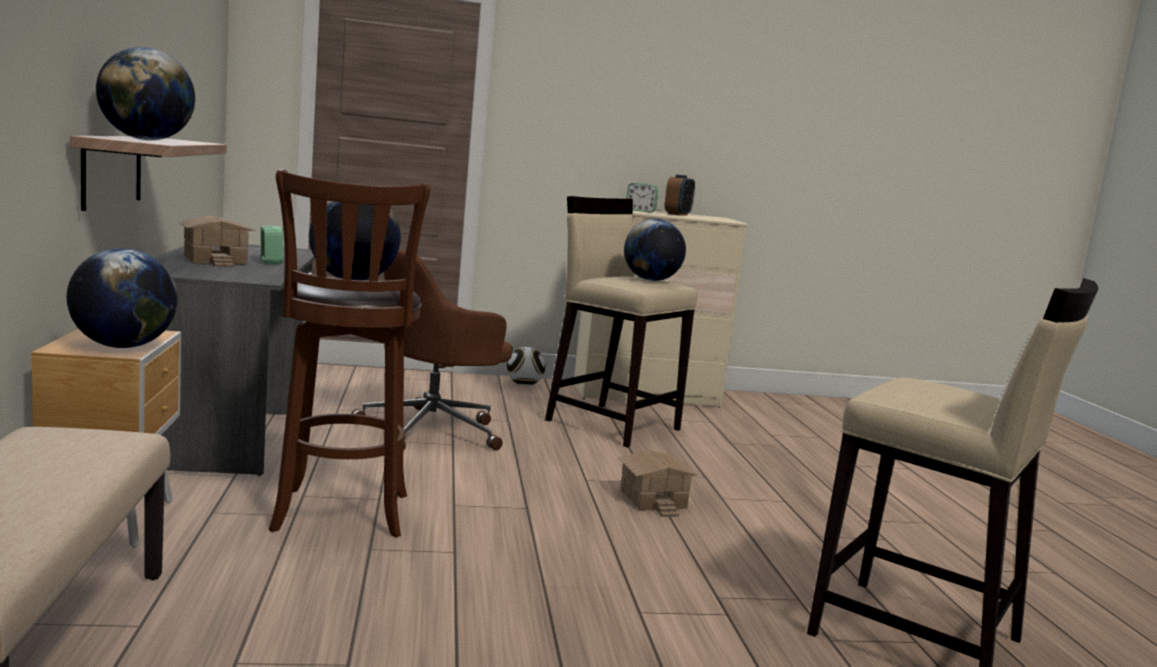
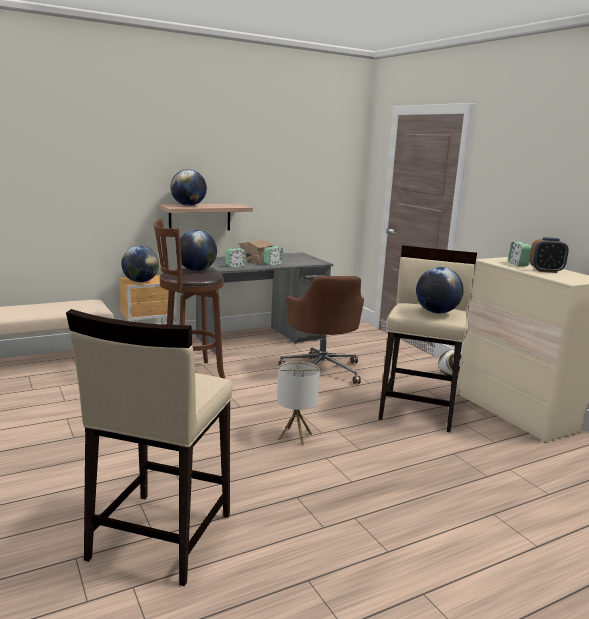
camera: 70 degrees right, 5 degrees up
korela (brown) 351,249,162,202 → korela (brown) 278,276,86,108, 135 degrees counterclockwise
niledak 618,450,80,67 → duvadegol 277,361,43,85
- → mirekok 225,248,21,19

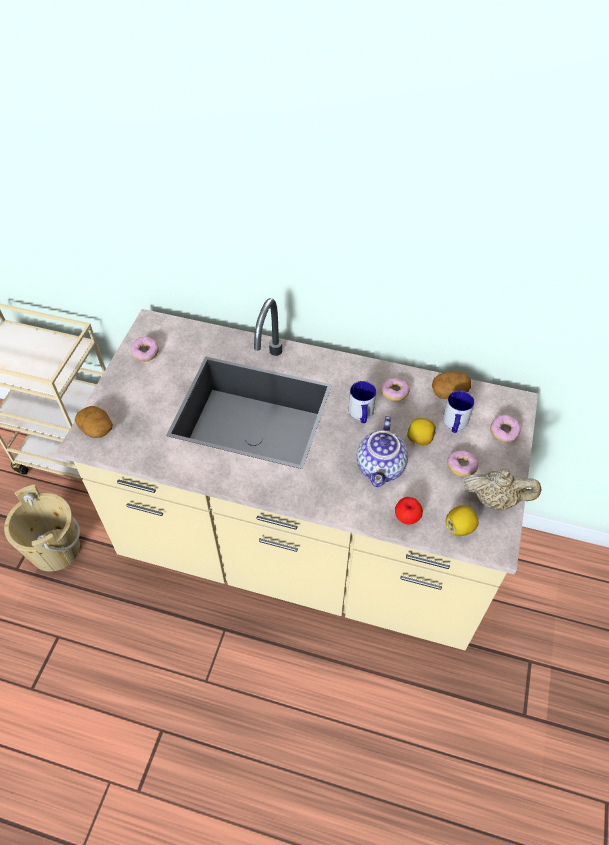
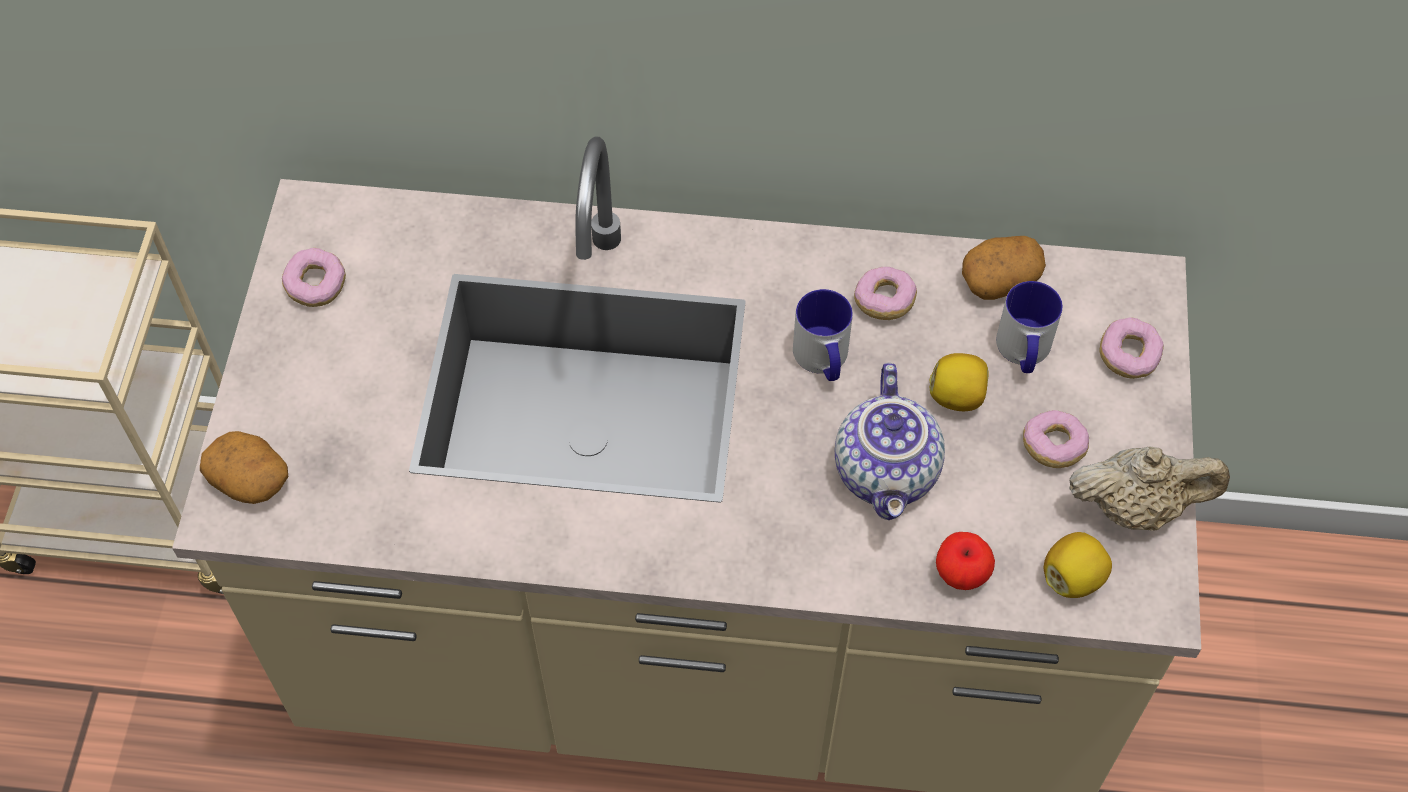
camera: 10 degrees left, 5 degrees up
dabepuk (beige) 4,484,76,88 → -

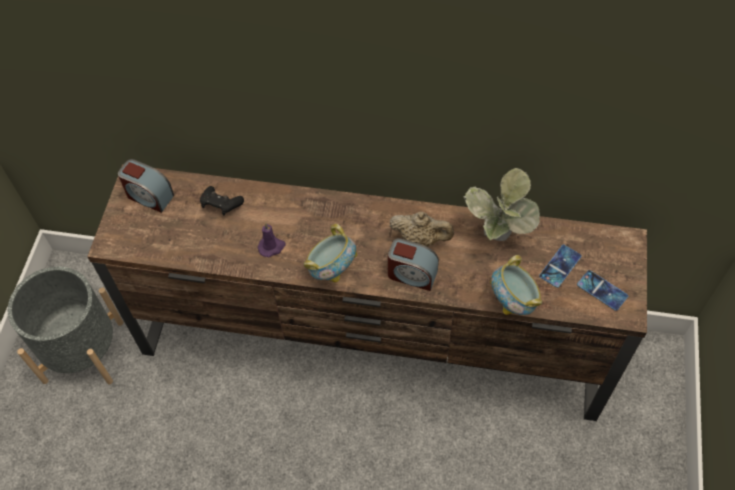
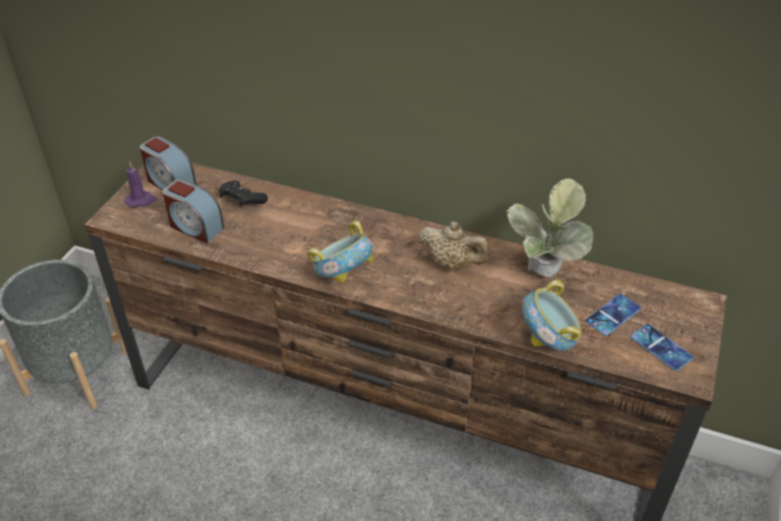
camera: 10 degrees right, 15 degrees down
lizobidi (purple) 258,223,28,34 → lizobidi (purple) 125,161,31,46, relocated
mirekok 388,238,51,53 → mirekok 163,179,61,64, relocated

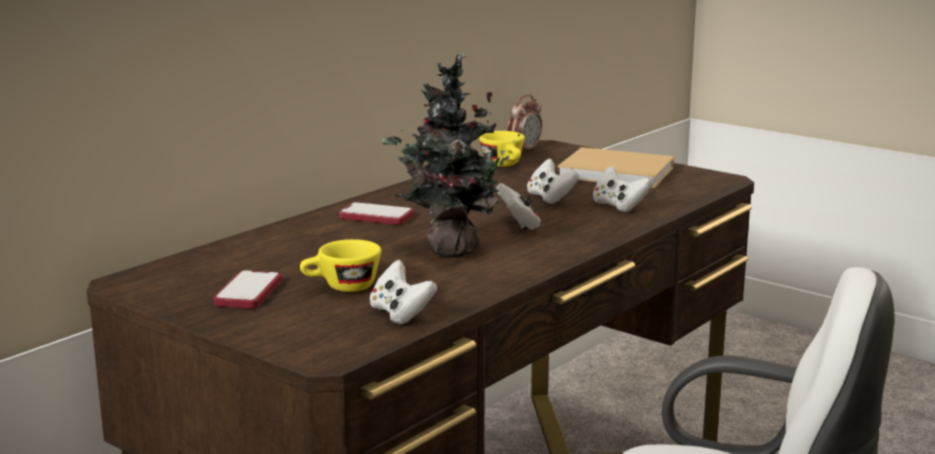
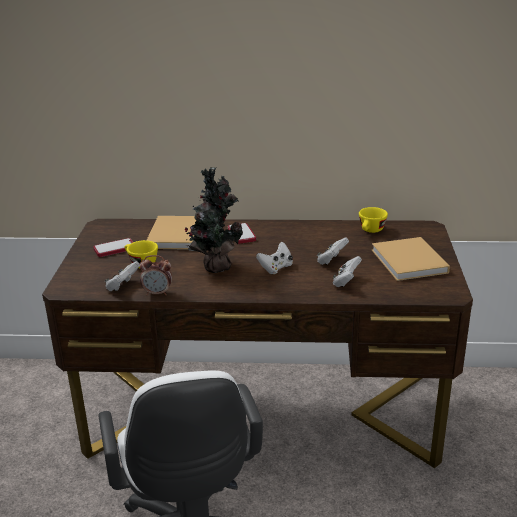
camera: 55 degrees right, 10 degrees up
mirekok 507,95,35,59 → mirekok 140,255,32,40, relocated
- → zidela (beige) 147,216,50,34

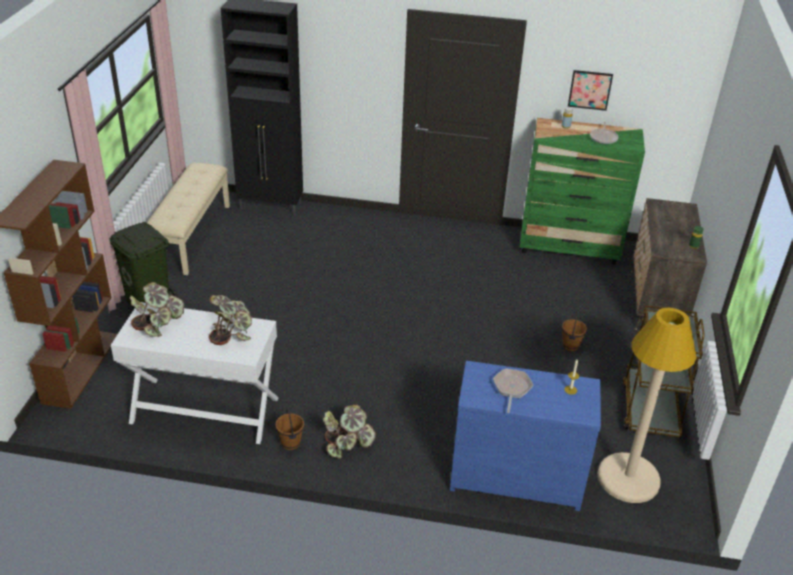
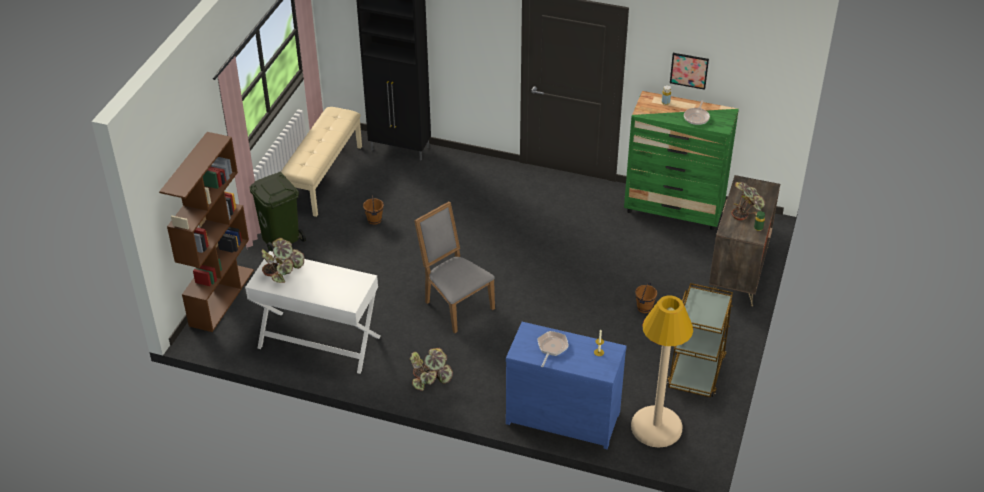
camera: 10 degrees right, 5 degrees up
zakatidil 209,295,43,50 → zakatidil 731,182,34,39, relocated
dabepuk (brown) 276,410,28,40 → dabepuk (brown) 363,195,21,30, relocated
- → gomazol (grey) 414,201,81,132

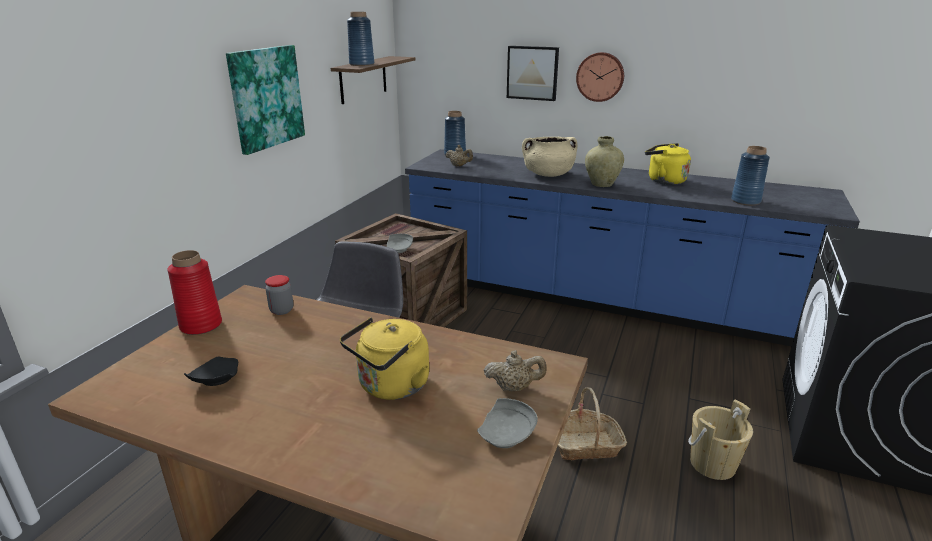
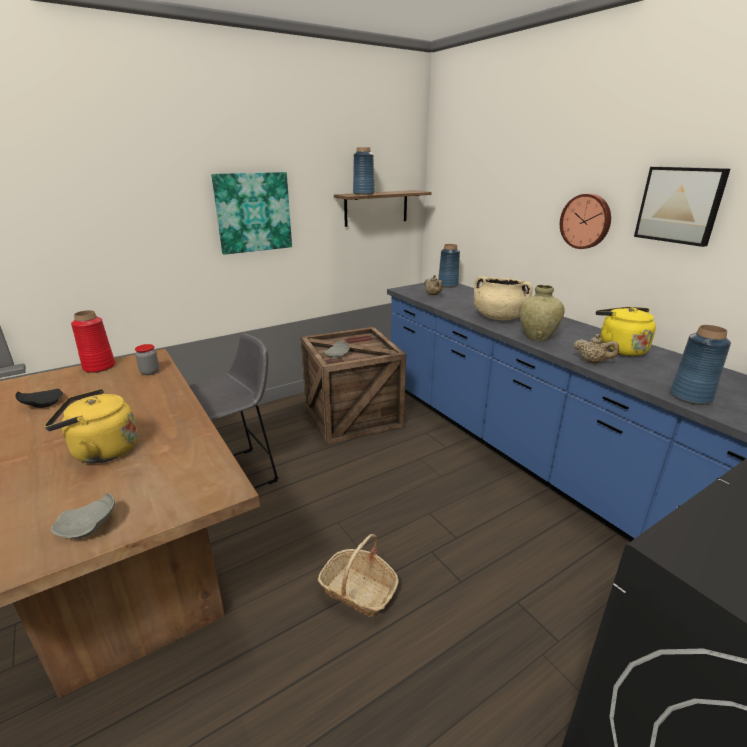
camera: 35 degrees right, 0 degrees up
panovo 507,46,52,55 → panovo 634,167,96,80, relocated
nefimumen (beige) 484,350,63,41 → nefimumen (beige) 573,334,46,29, relocated
dabepuk (beige) 688,400,65,80 → -

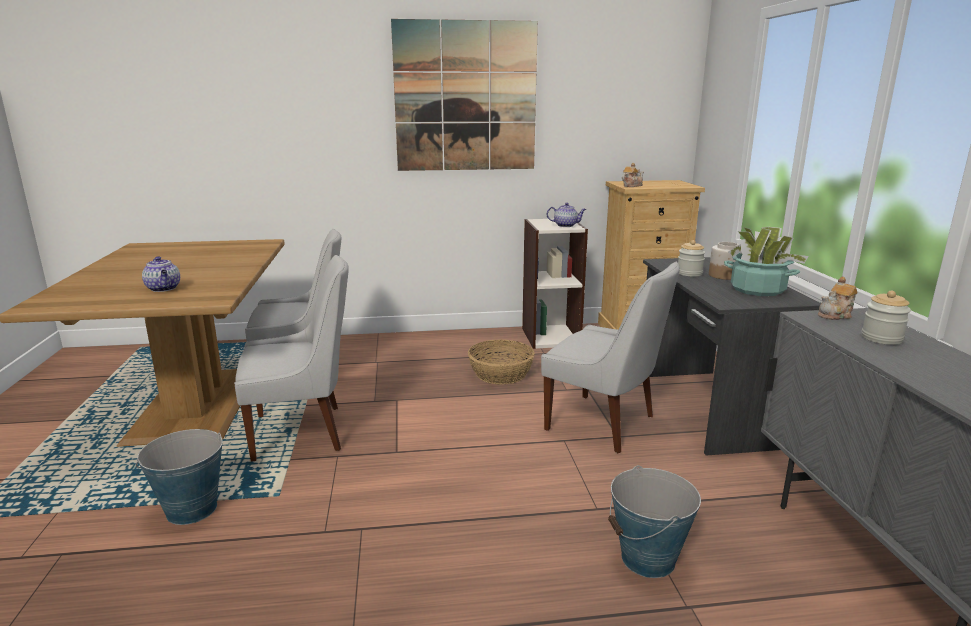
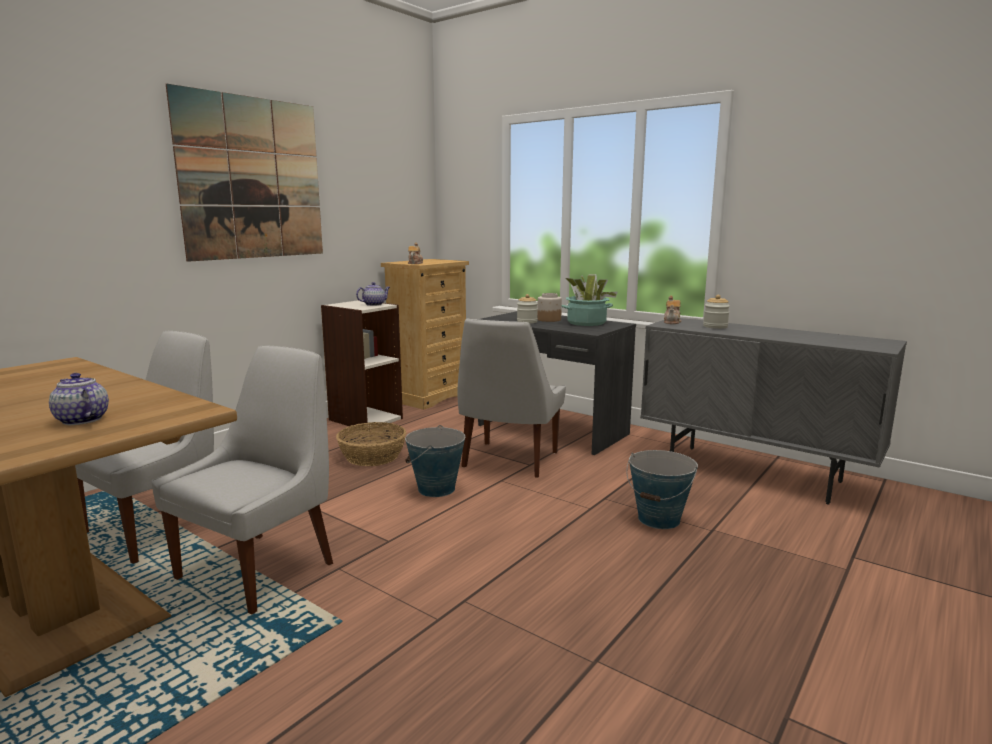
camera: 45 degrees left, 5 degrees down
nefimumen 142,256,38,36 → nefimumen 49,373,60,52, 150 degrees counterclockwise
gomazol (white) 541,262,139,191 → gomazol (white) 457,319,109,159, 120 degrees clockwise
dabepuk 136,429,87,96 → dabepuk 405,425,60,72, relocated

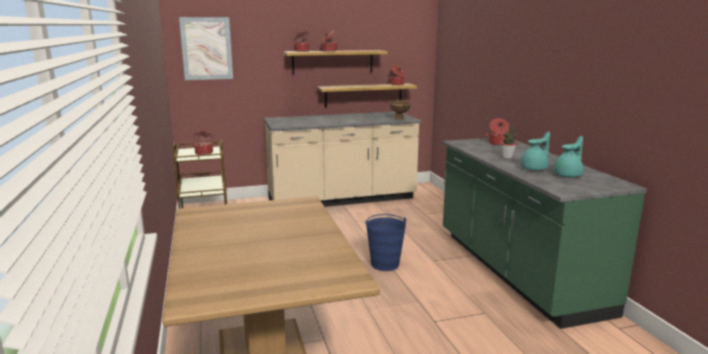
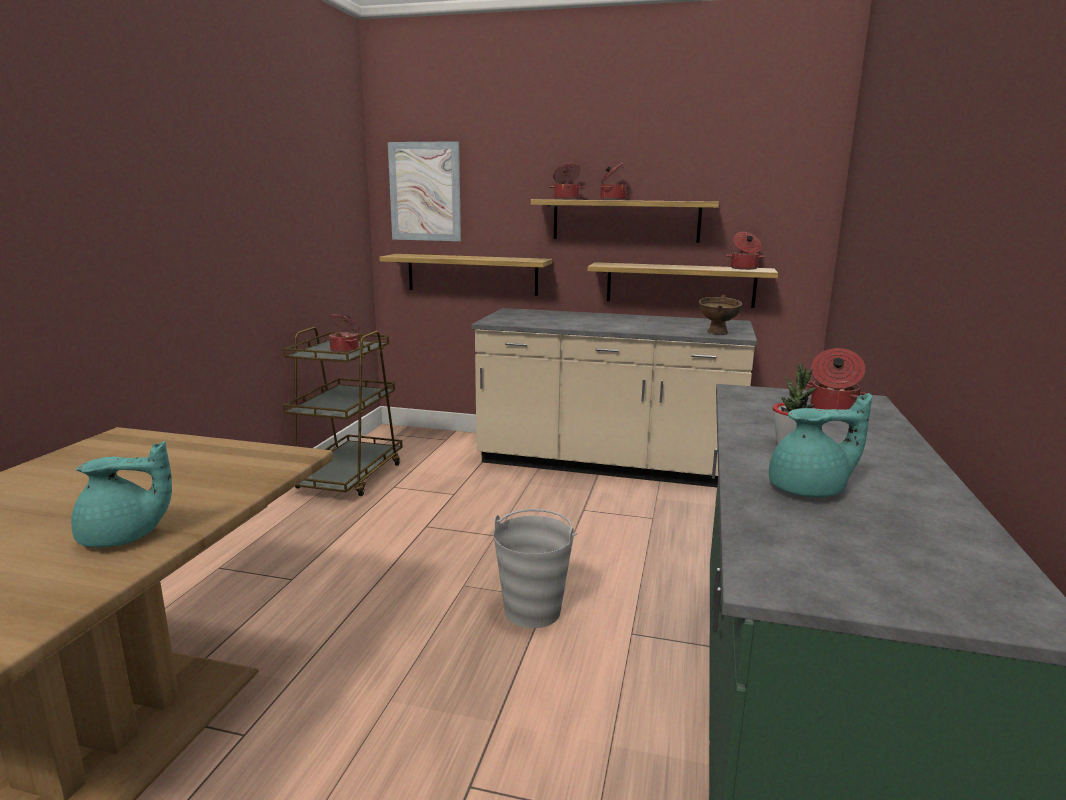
camera: 30 degrees right, 0 degrees up
nefimumen (turquoise) 554,136,30,41 → nefimumen (turquoise) 71,441,101,106, relocated
dabepuk (blue) 364,214,43,57 → dabepuk (grey) 494,509,83,119
- → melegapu 380,254,172,42

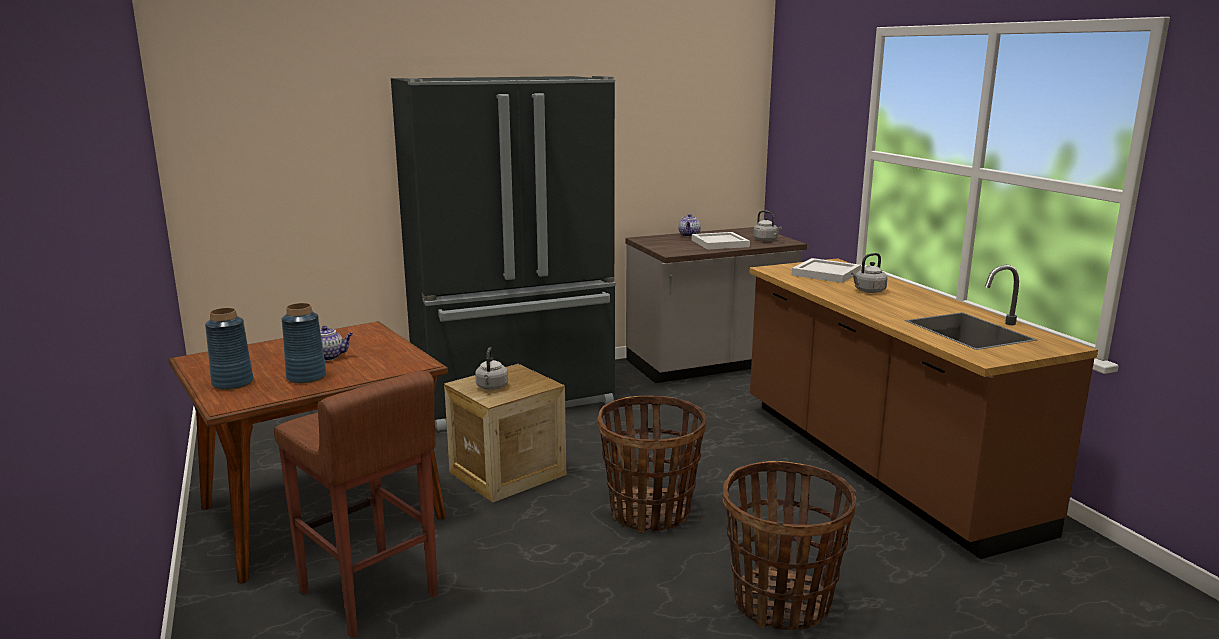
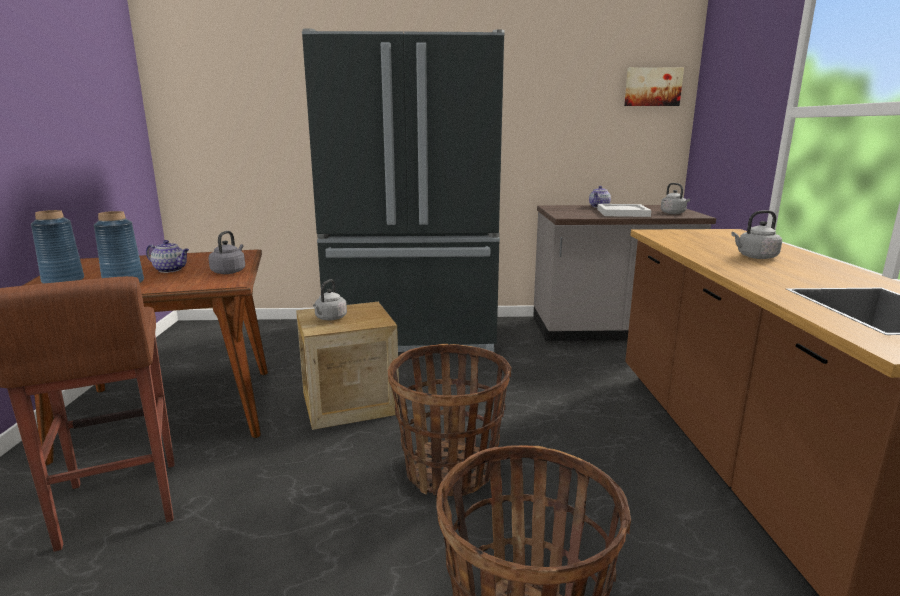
camera: 20 degrees right, 0 degrees up
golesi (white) 792,258,69,25 → -
- → panovo 624,67,60,39
- → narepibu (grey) 208,231,37,43

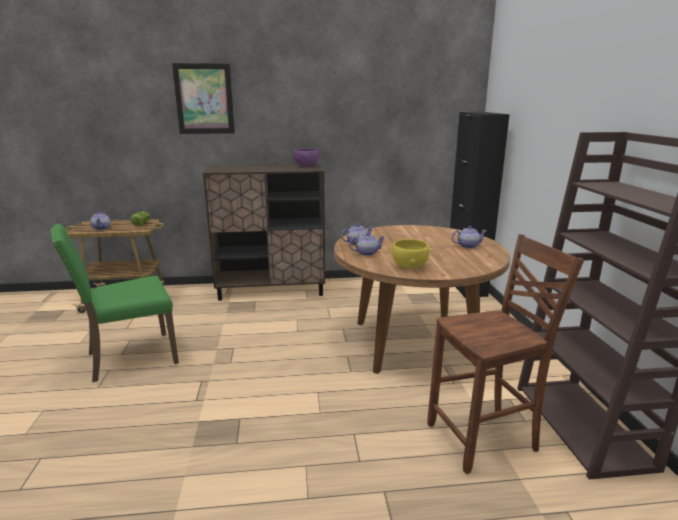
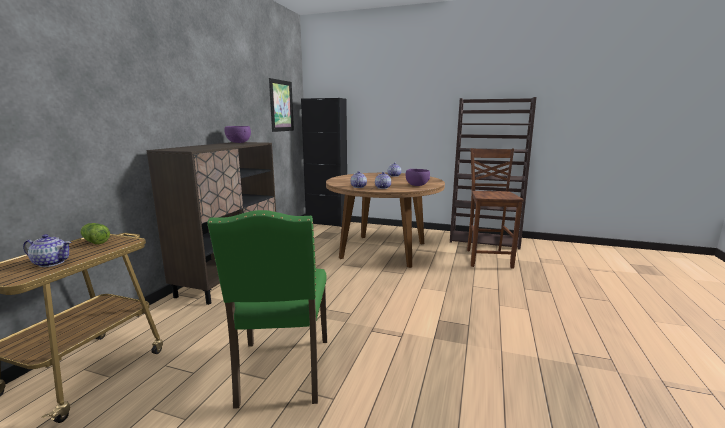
camera: 65 degrees left, 5 degrees down
panovo 172,63,63,71 → panovo 269,78,25,54, relocated
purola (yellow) 392,239,39,29 → purola (purple) 406,169,24,17

